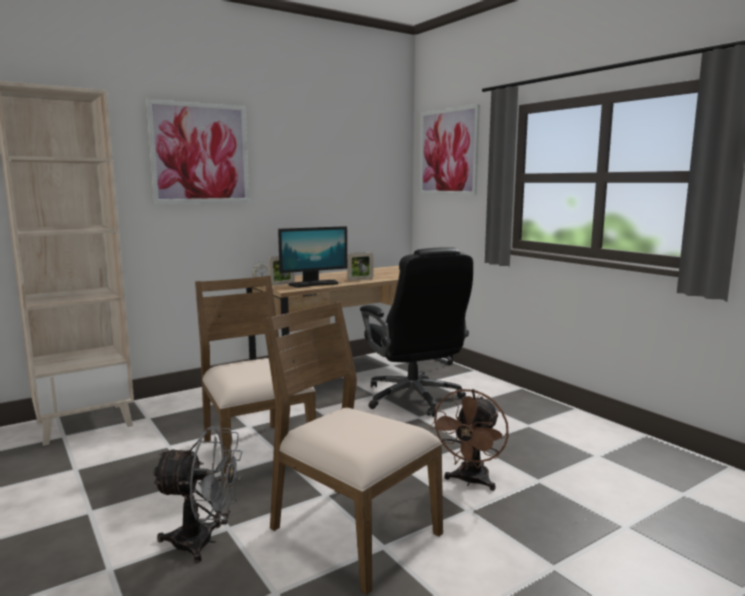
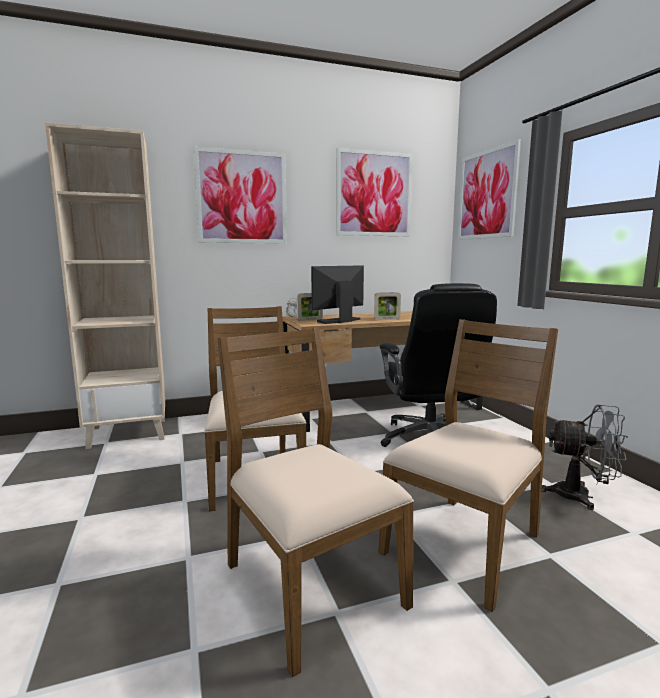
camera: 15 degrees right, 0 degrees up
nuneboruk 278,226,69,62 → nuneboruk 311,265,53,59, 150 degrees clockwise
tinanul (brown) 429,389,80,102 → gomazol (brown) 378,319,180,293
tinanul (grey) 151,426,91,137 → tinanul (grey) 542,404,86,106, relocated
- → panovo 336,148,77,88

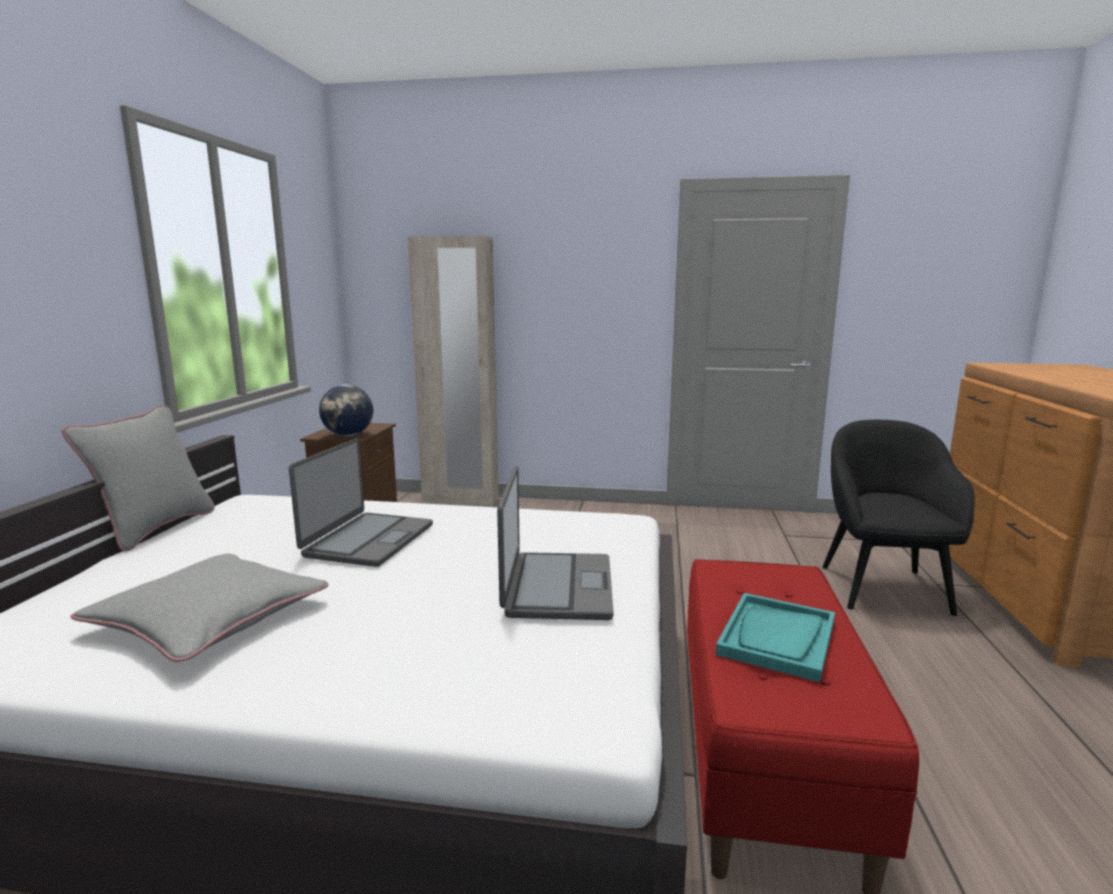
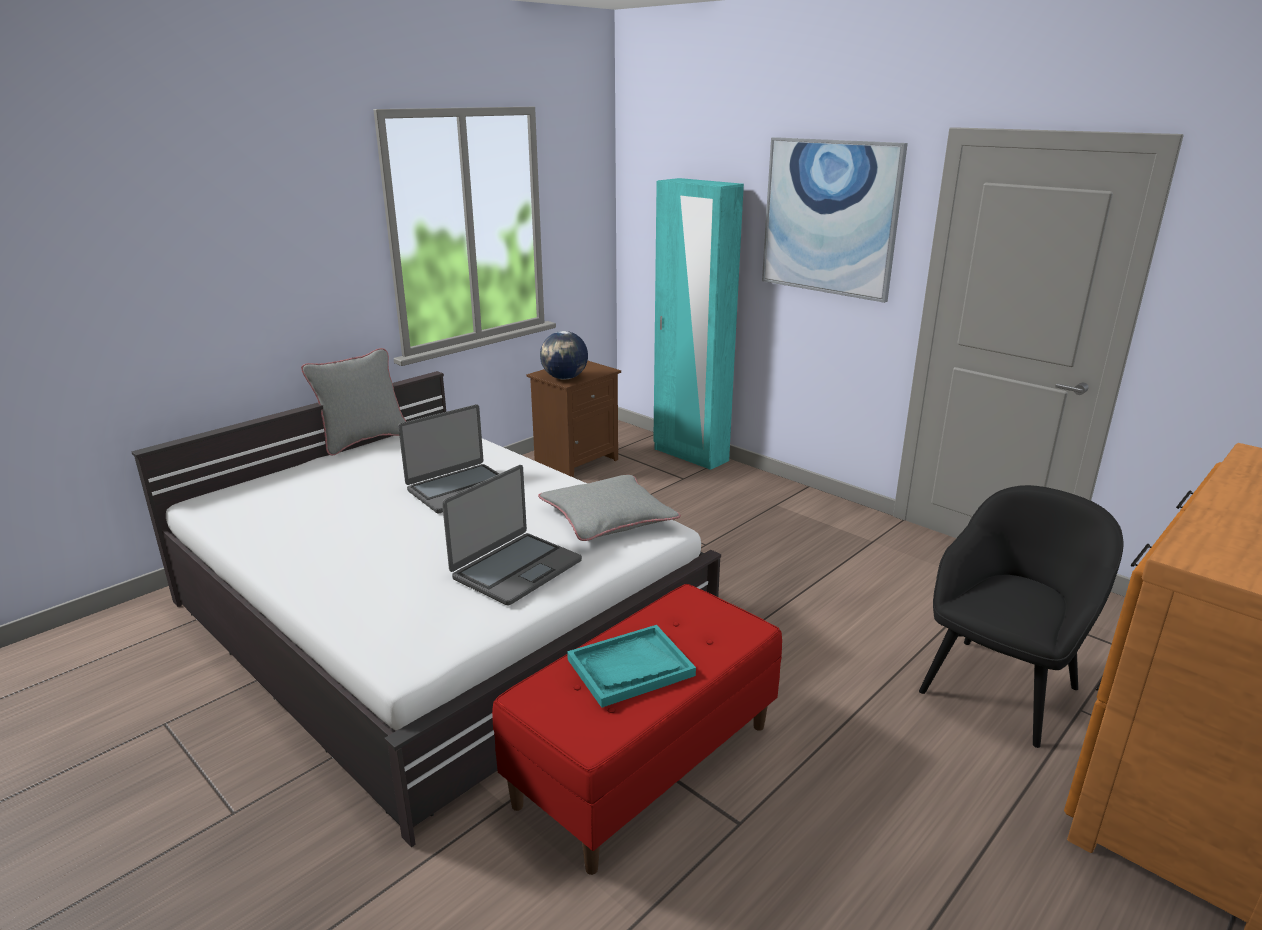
camera: 35 degrees right, 10 degrees up
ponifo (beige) 408,236,91,271 → ponifo (turquoise) 653,178,91,292
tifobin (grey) 71,554,257,108 → tifobin (grey) 538,475,143,66, relocated
- → panovo 762,137,146,166

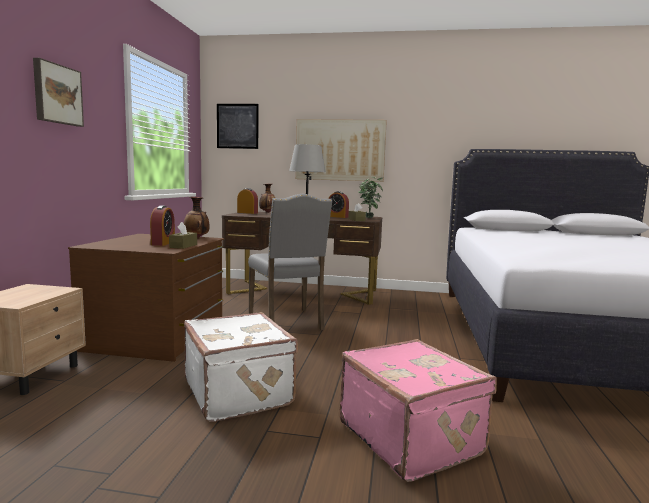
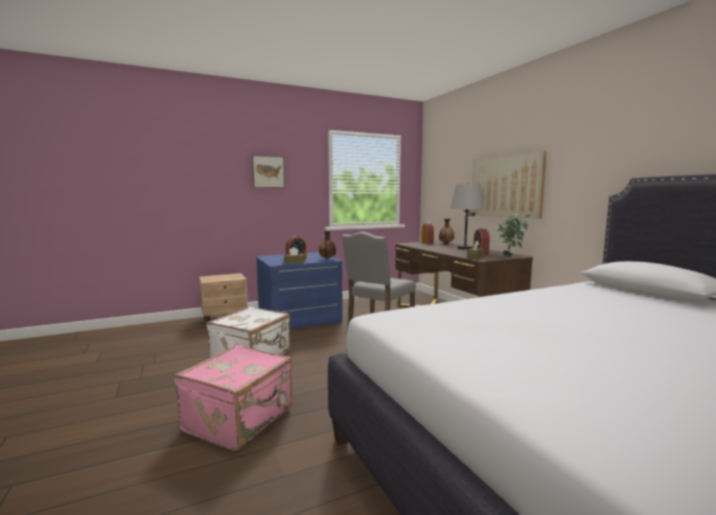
camera: 55 degrees right, 0 degrees up
panovo 217,104,42,45 → -
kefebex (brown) 68,234,156,128 → kefebex (blue) 256,252,87,78

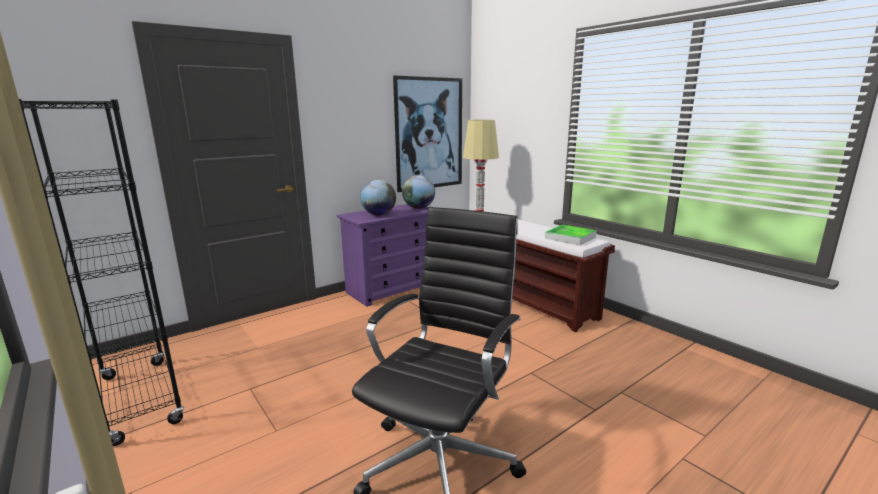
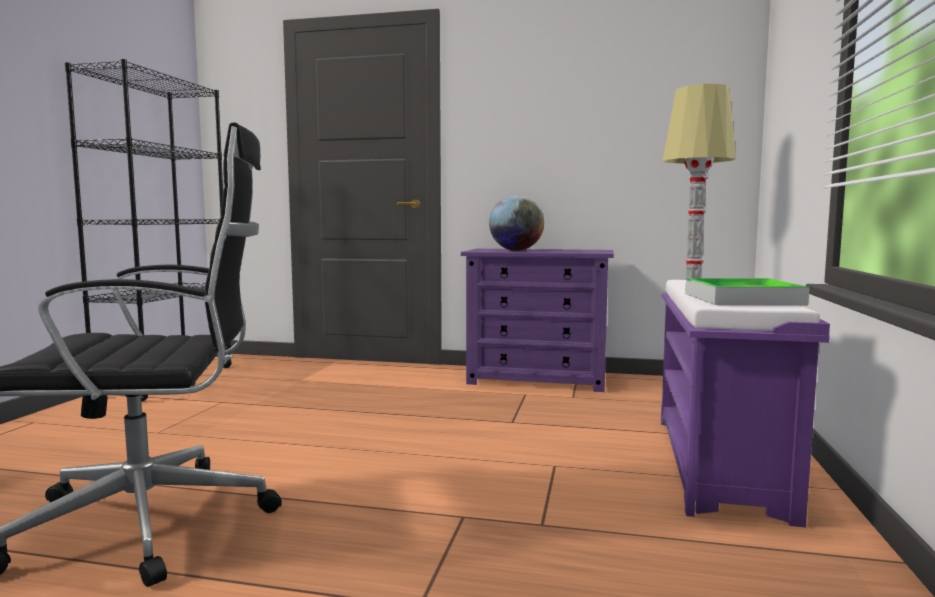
camera: 50 degrees right, 10 degrees down
panovo 393,76,69,116 → -
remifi 402,175,33,34 → -
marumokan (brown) 512,219,103,113 → marumokan (purple) 661,280,169,248

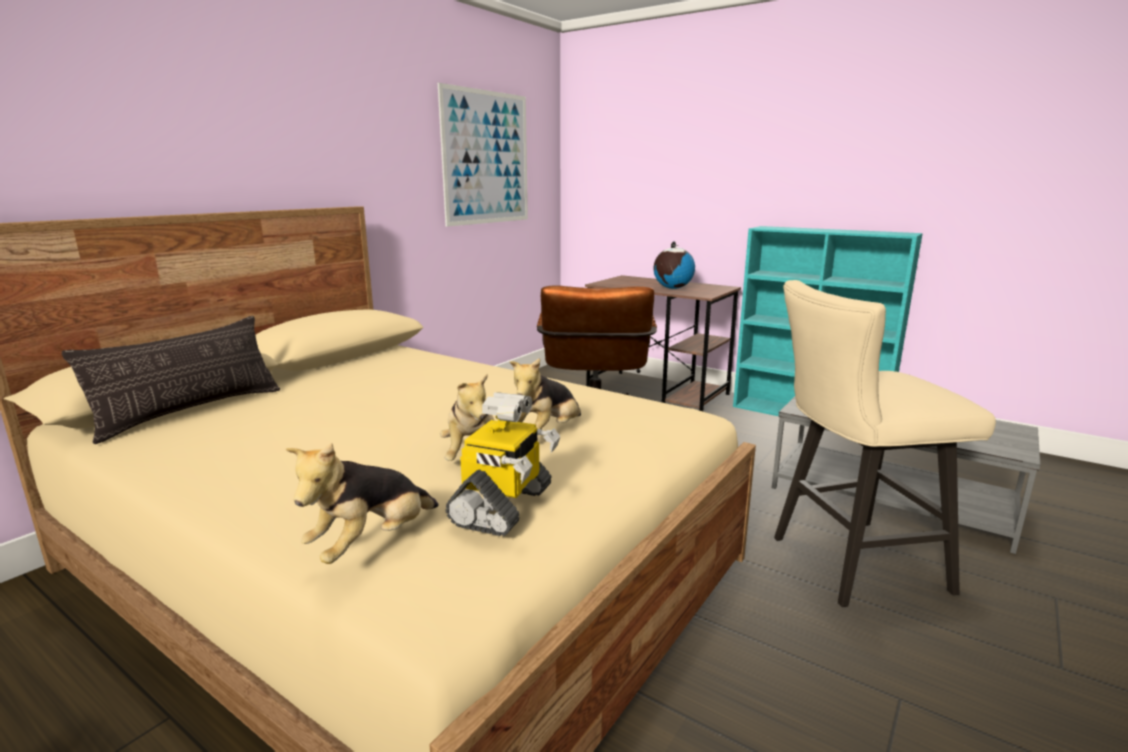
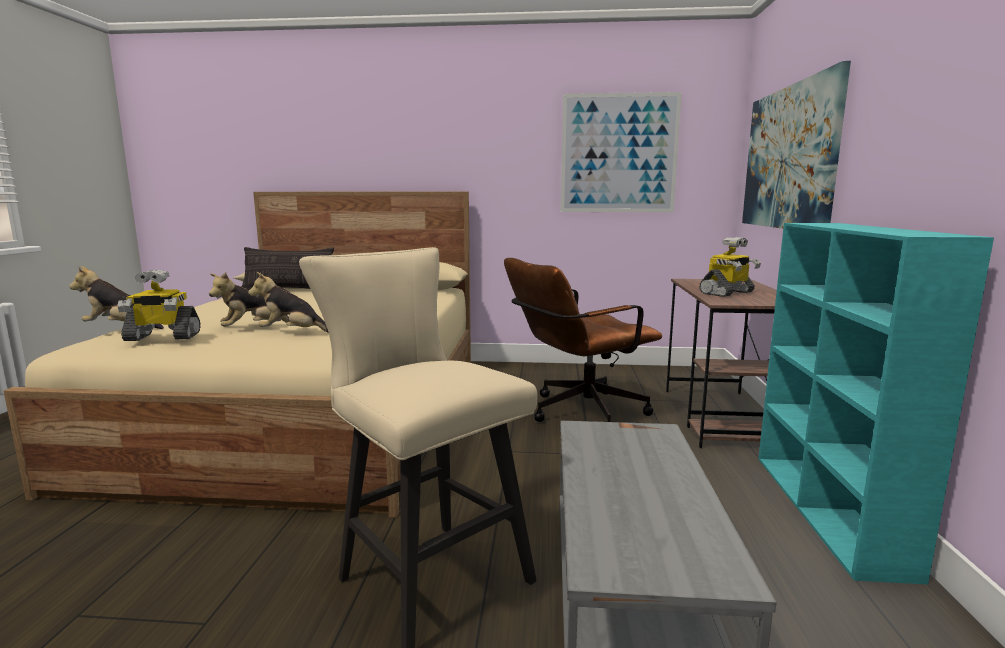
camera: 60 degrees right, 5 degrees down
remifi 653,241,42,48 → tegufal 699,237,62,60
- → panovo 742,61,109,168

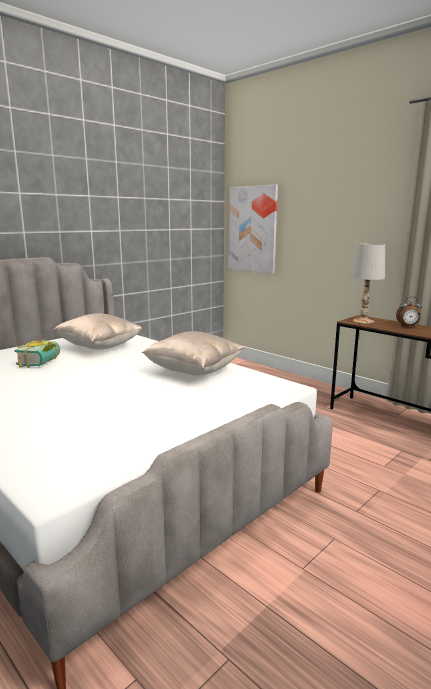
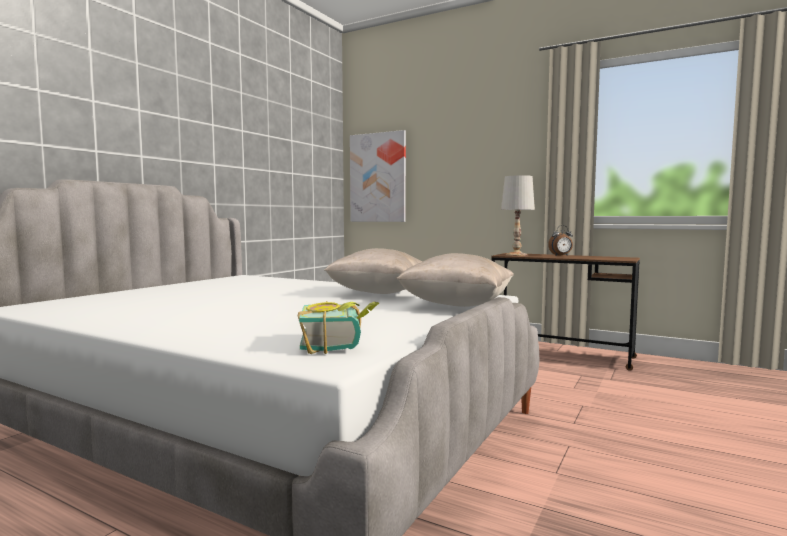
camera: 15 degrees left, 10 degrees down
tifobin (beige) 53,313,89,36 → tifobin (beige) 396,253,118,54, relocated
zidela 14,340,46,28 → zidela 298,301,81,53, relocated

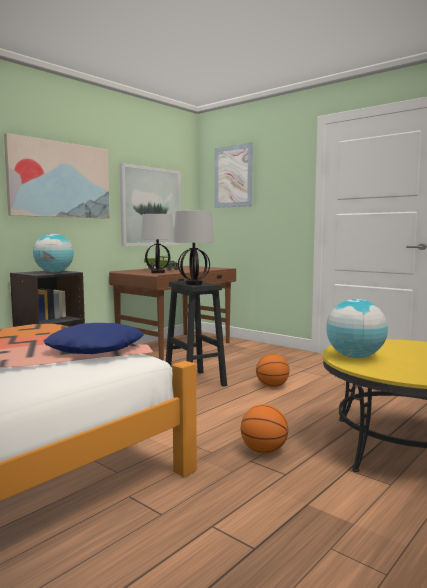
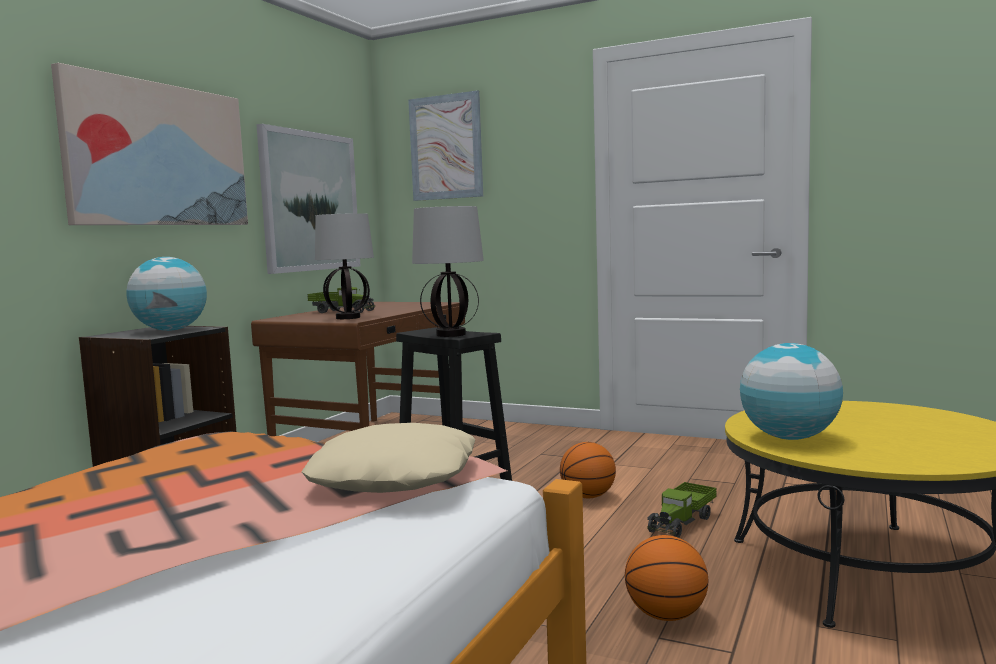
camera: 15 degrees left, 0 degrees up
tifobin (blue) 44,323,100,31 → tifobin (beige) 301,423,174,70
- → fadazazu 647,482,70,56

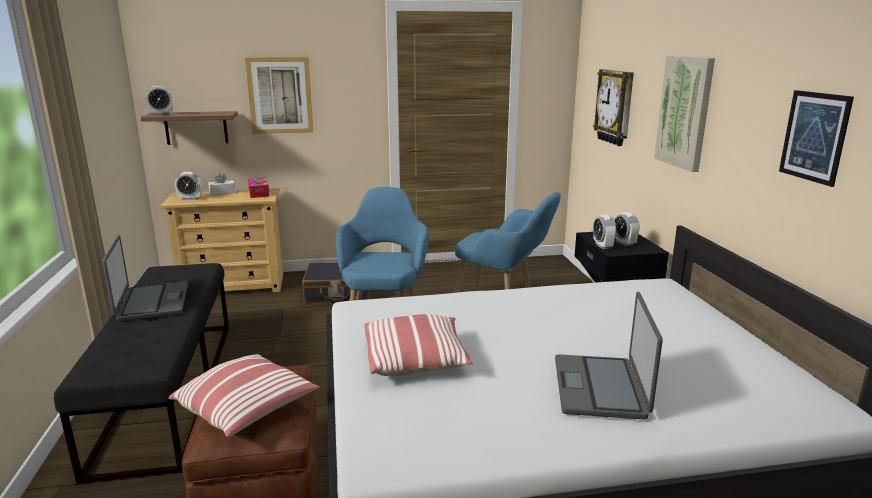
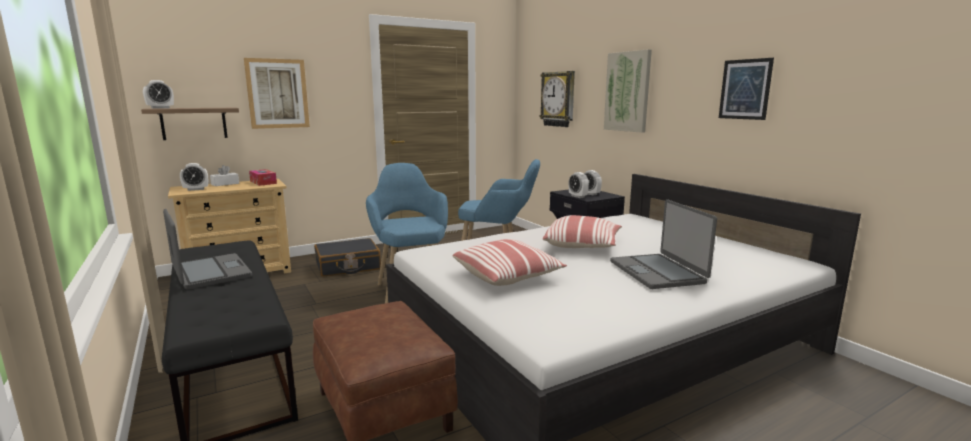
camera: 20 degrees left, 5 degrees down
tifobin 169,354,150,83 → tifobin 543,215,79,33, relocated

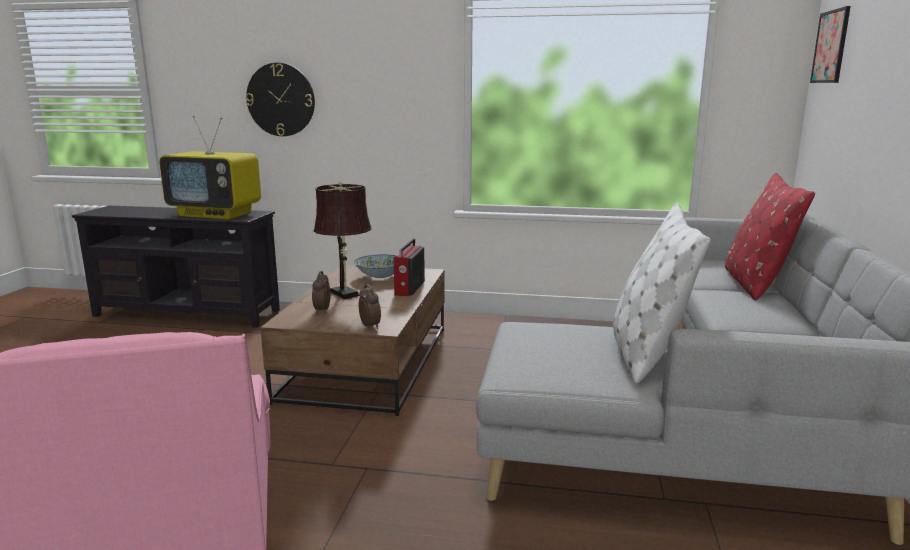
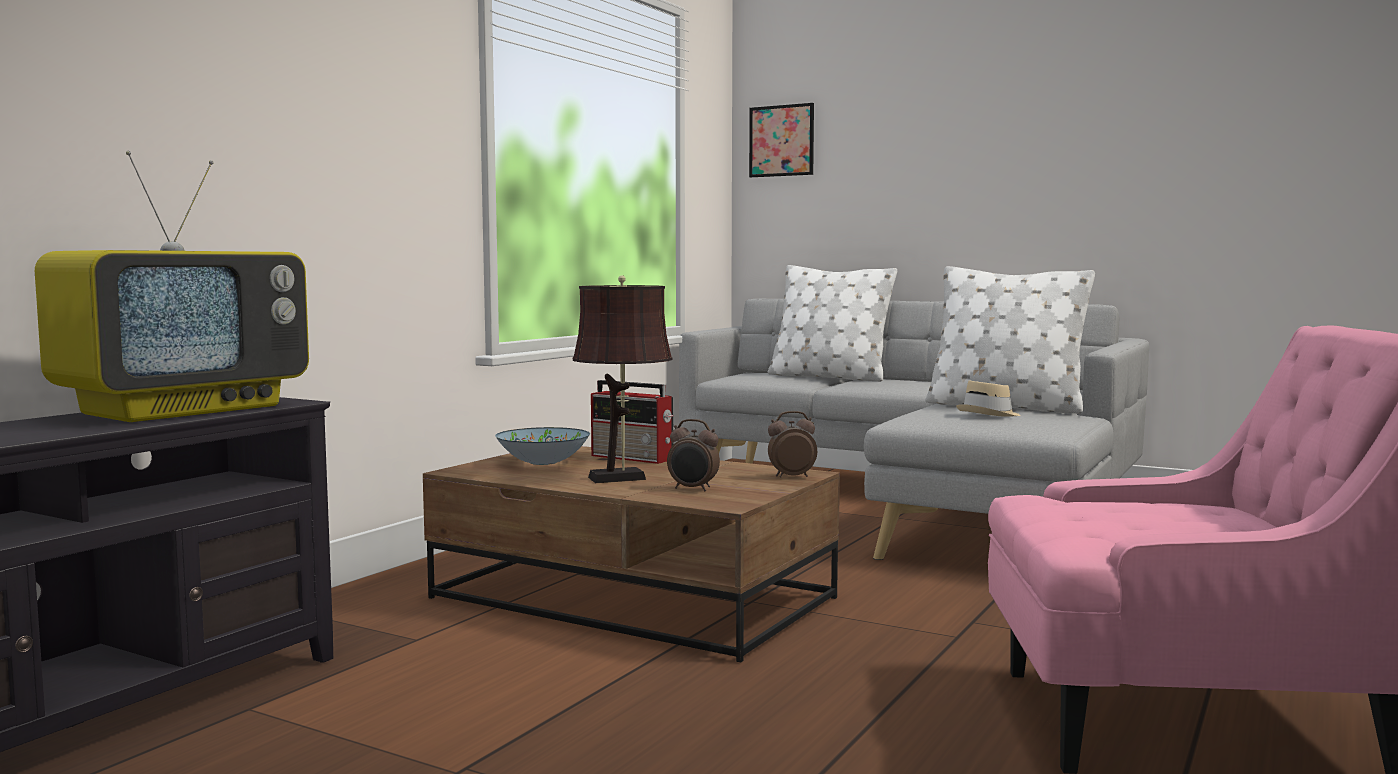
camera: 70 degrees left, 10 degrees down
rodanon 246,63,69,73 → -
tifobin (red) 725,173,90,127 → tifobin (white) 768,265,129,117
- → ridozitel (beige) 956,381,64,36

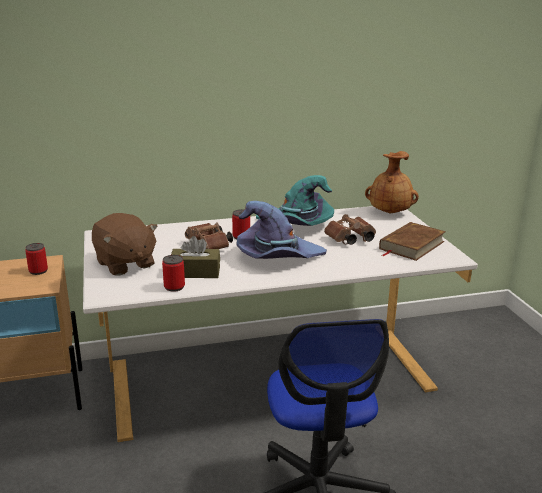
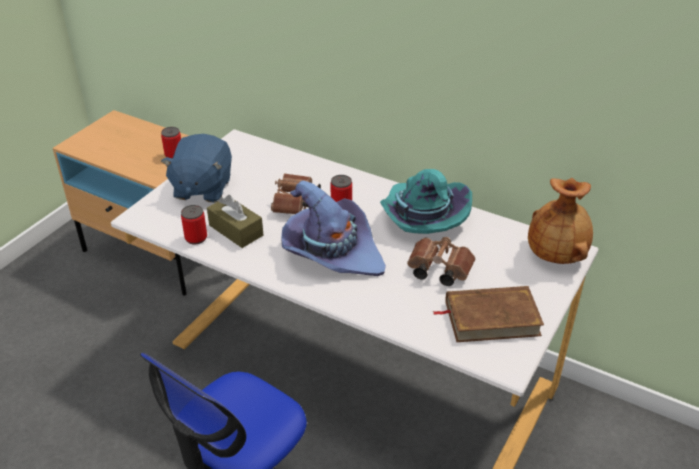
camera: 45 degrees right, 15 degrees up
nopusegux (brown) 92,213,66,63 → nopusegux (blue) 161,134,71,69

